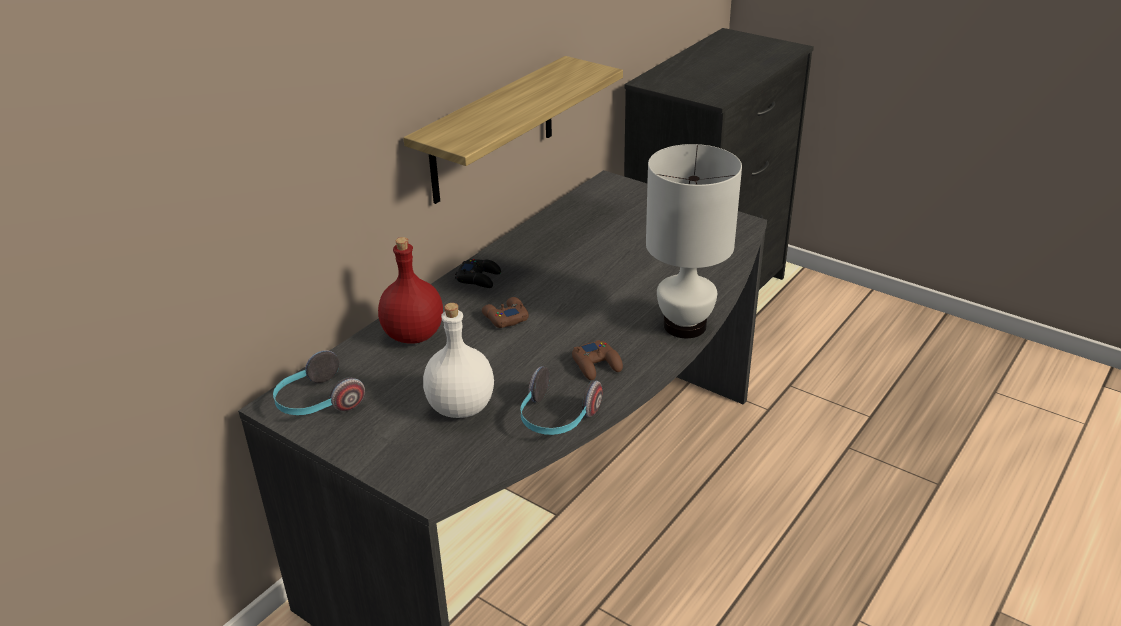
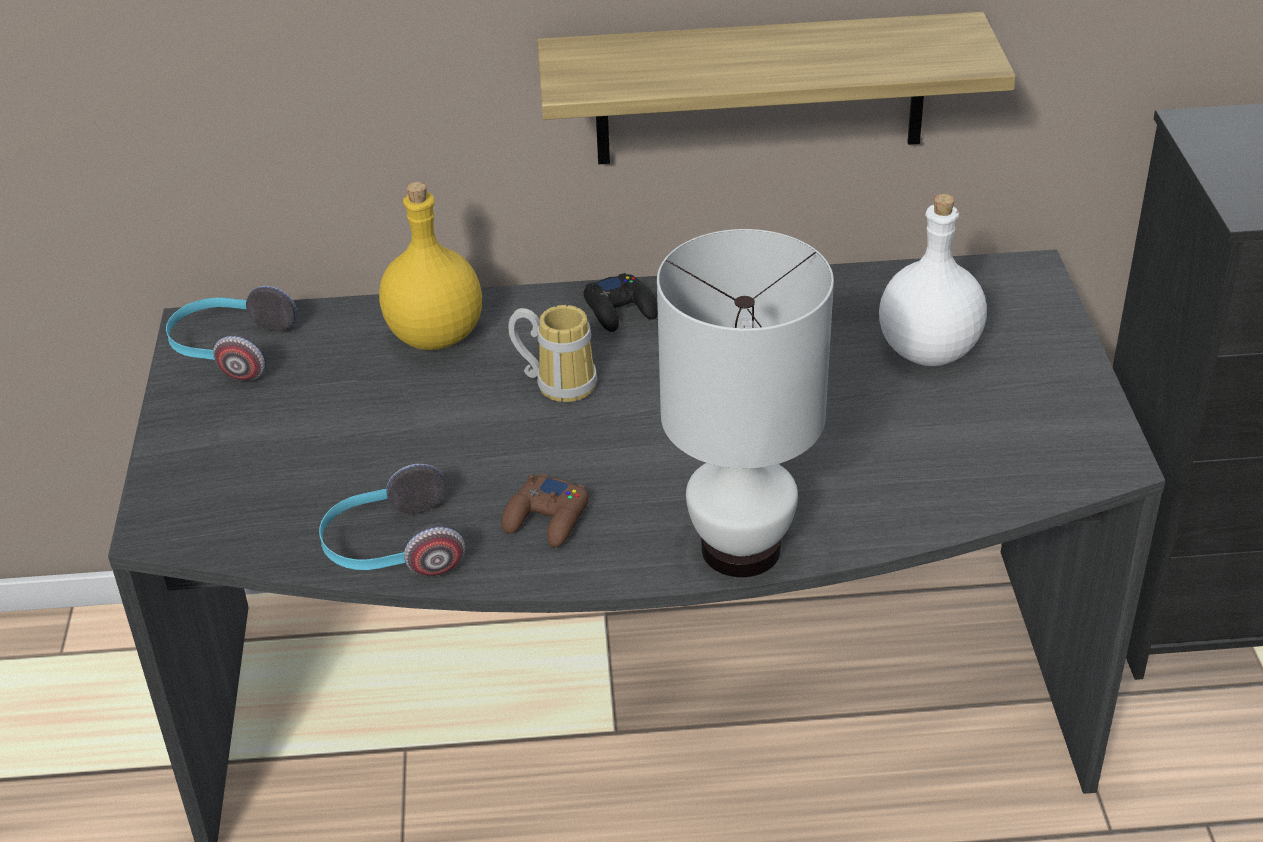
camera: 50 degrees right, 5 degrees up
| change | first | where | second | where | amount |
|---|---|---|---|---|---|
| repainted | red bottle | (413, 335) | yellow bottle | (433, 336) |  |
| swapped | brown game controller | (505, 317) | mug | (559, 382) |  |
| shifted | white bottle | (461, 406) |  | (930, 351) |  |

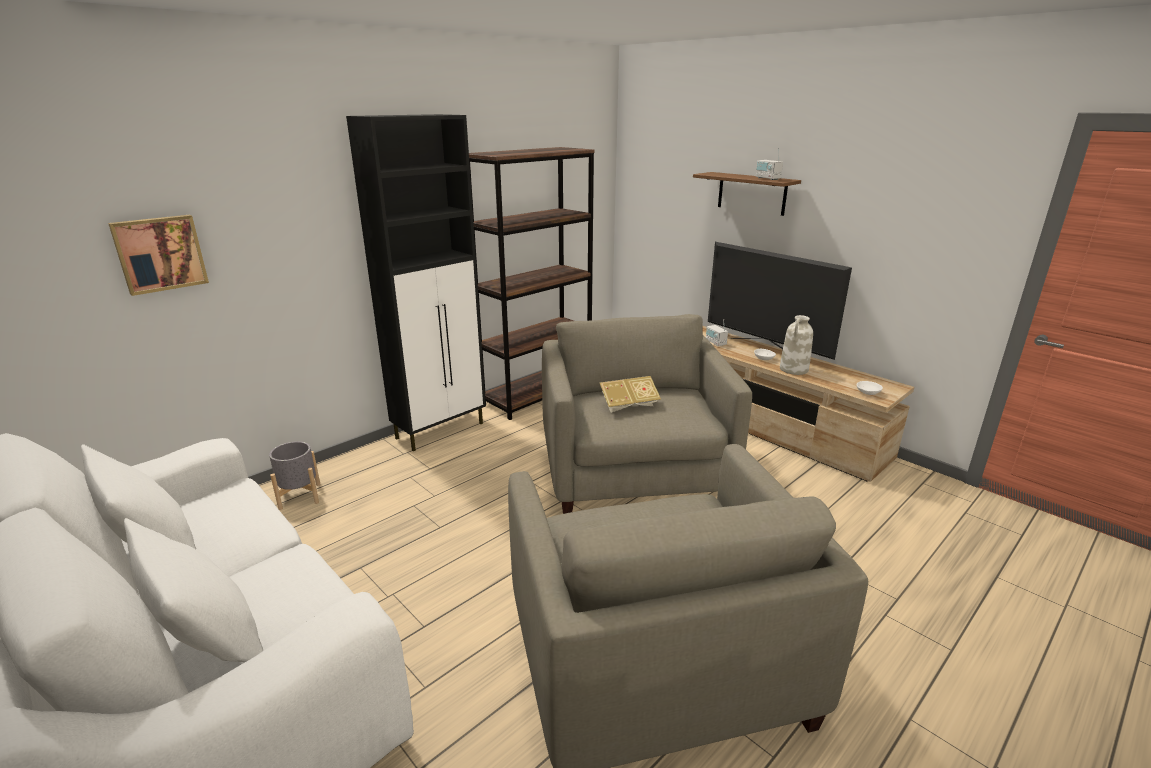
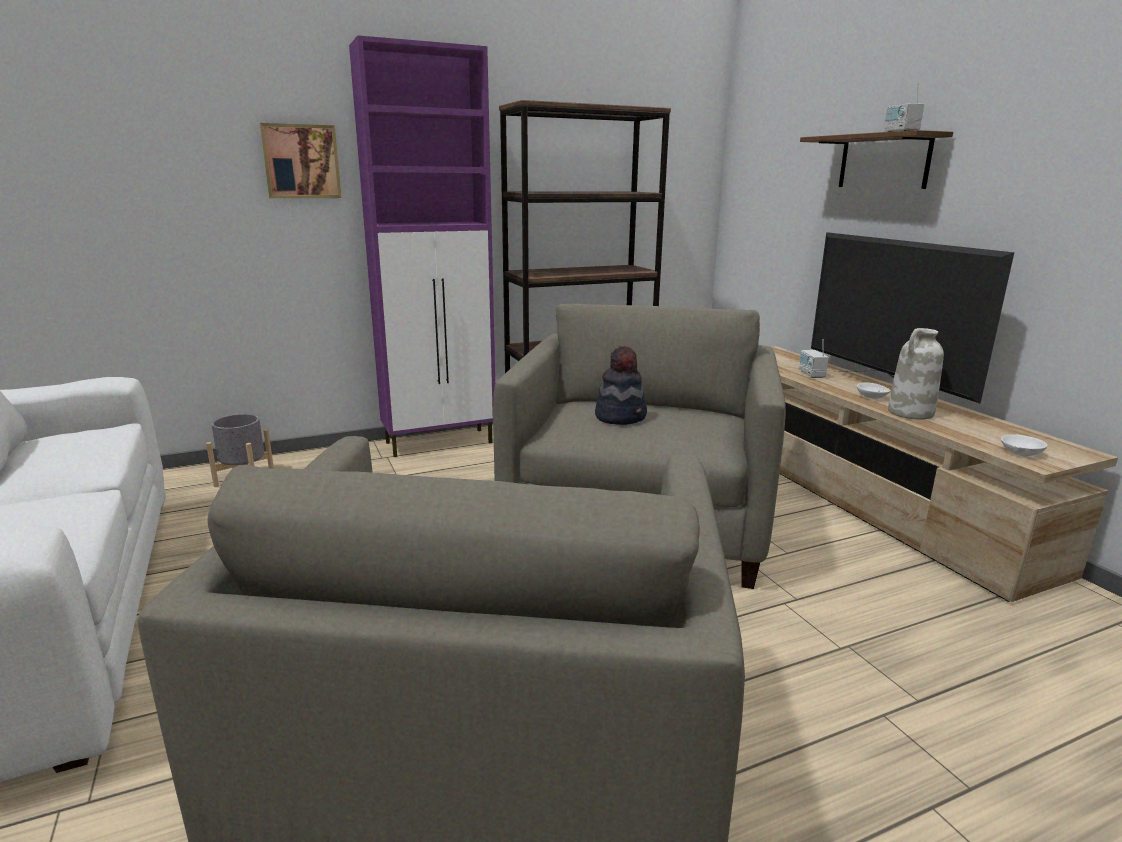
camera: 20 degrees right, 5 degrees down
| change | first | where | second | where | amount |
|---|---|---|---|---|---|
| repainted | black cabinet | (441, 430) | purple cabinet | (441, 442) |  |
| shifted | picture | (160, 253) |  | (301, 161) |  |
| swapped | book | (628, 405) | hat | (621, 416) |  |

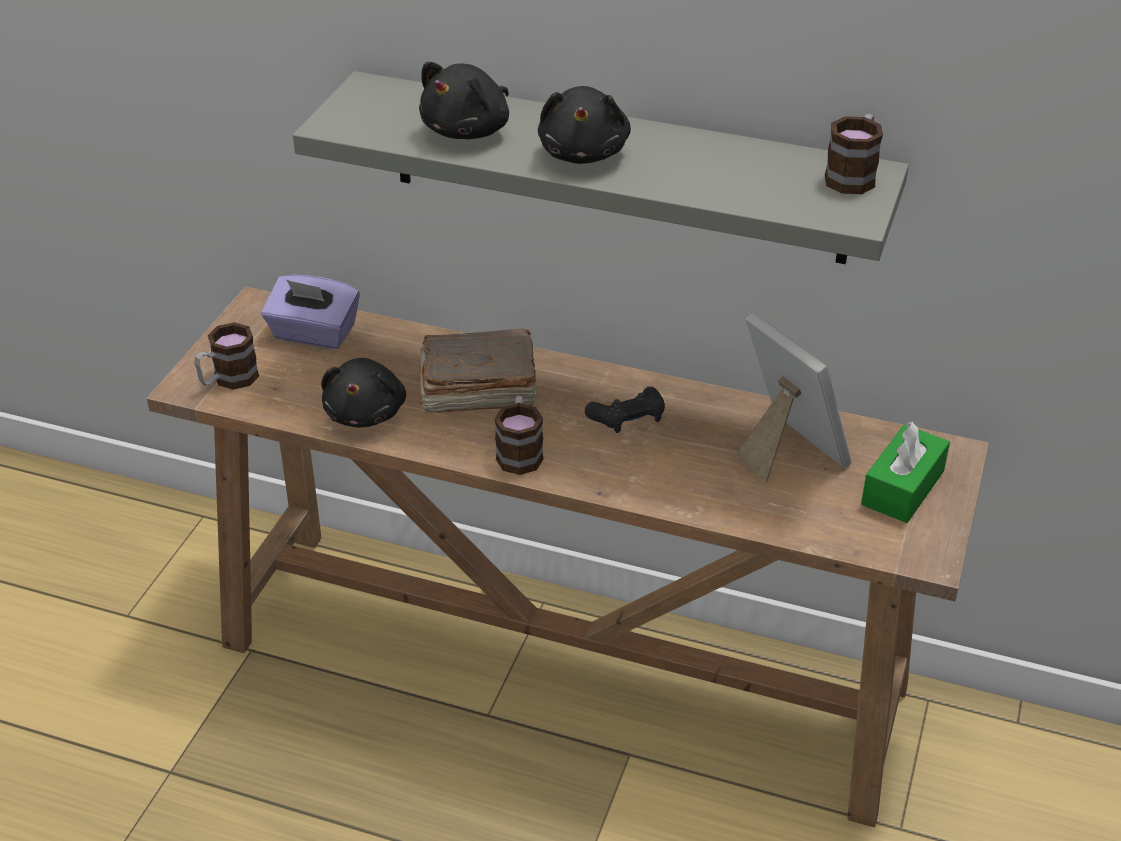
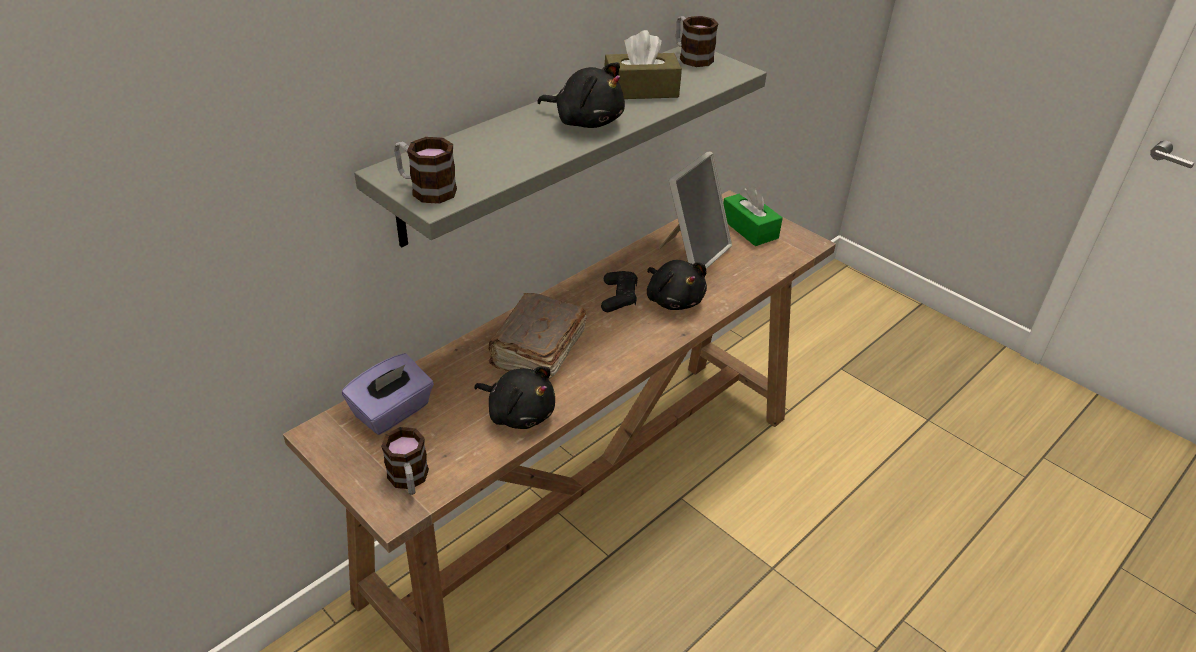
camera: 65 degrees left, 0 degrees up
| change | first | where | second | where | amount |
|---|---|---|---|---|---|
| shifted | black plush toy | (469, 130) |  | (673, 299) |  |
| rotated | picture frame | (785, 451) |  | (692, 253) | 135 degrees clockwise |
| shifted | mug | (519, 452) |  | (426, 189) |  |
| new |  |  | brown tissue box | (641, 90) |  |

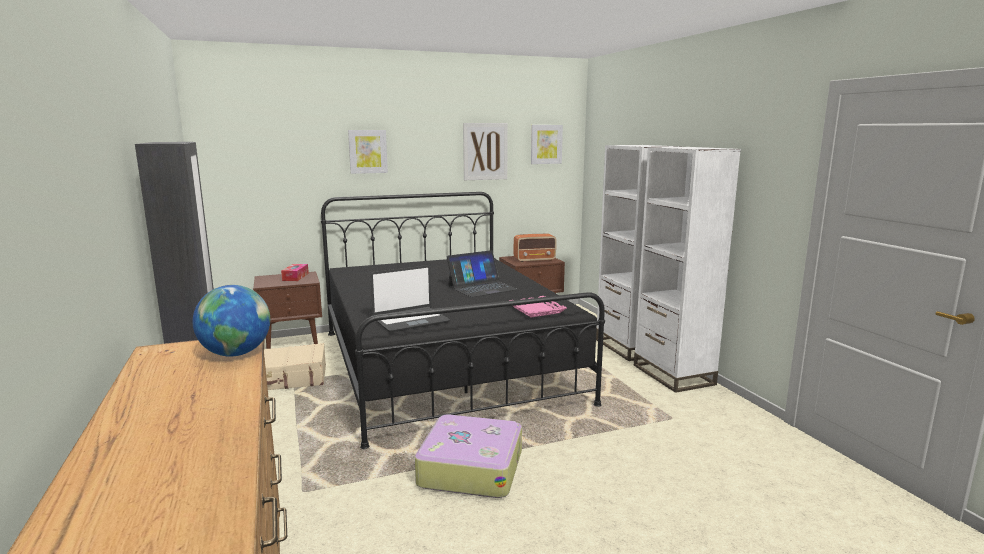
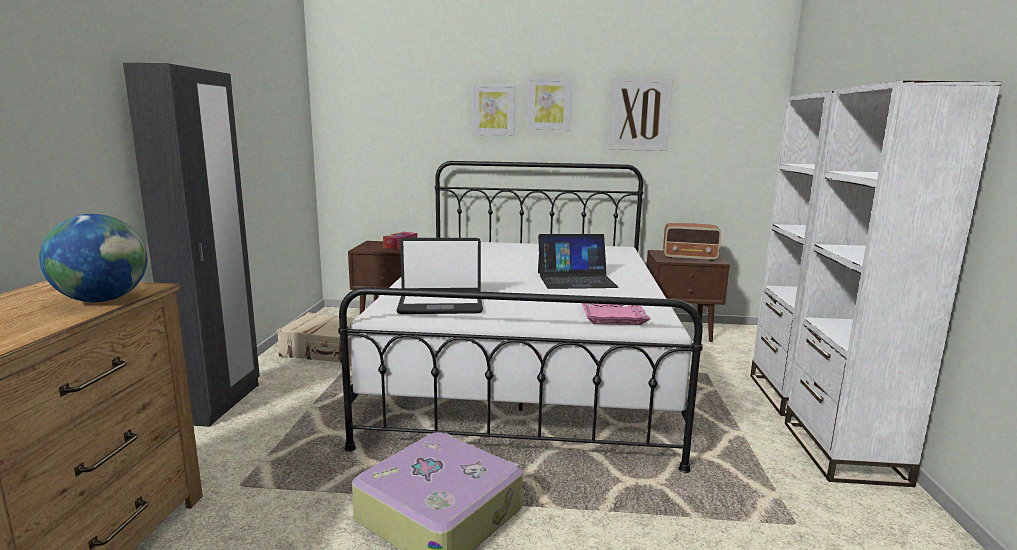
camera: 25 degrees right, 0 degrees up
| change | first | where | second | where | amount |
|---|---|---|---|---|---|
| shifted | picture | (546, 144) |  | (549, 104) |  |
| repainted | black bed | (444, 364) | white bed | (526, 370) |  |

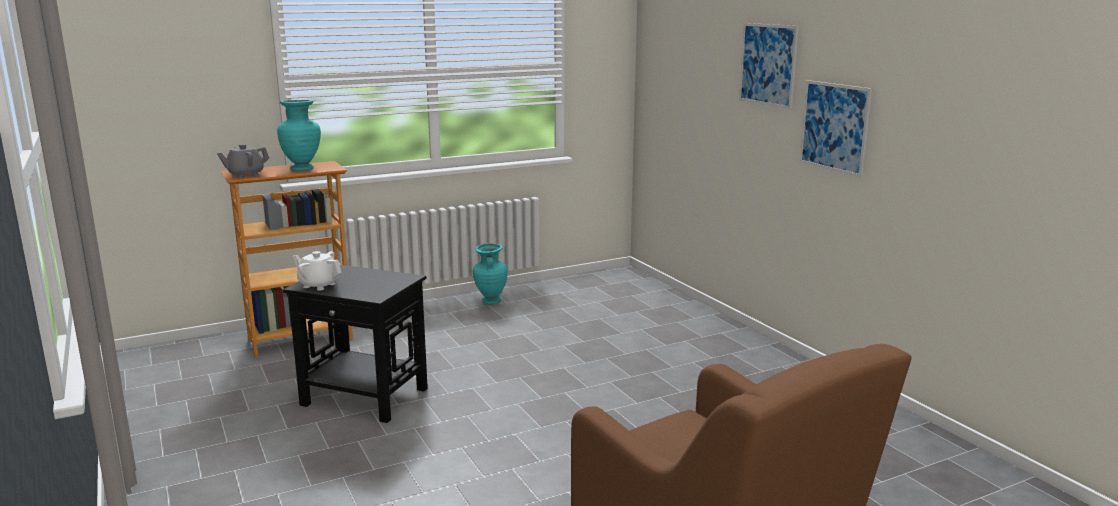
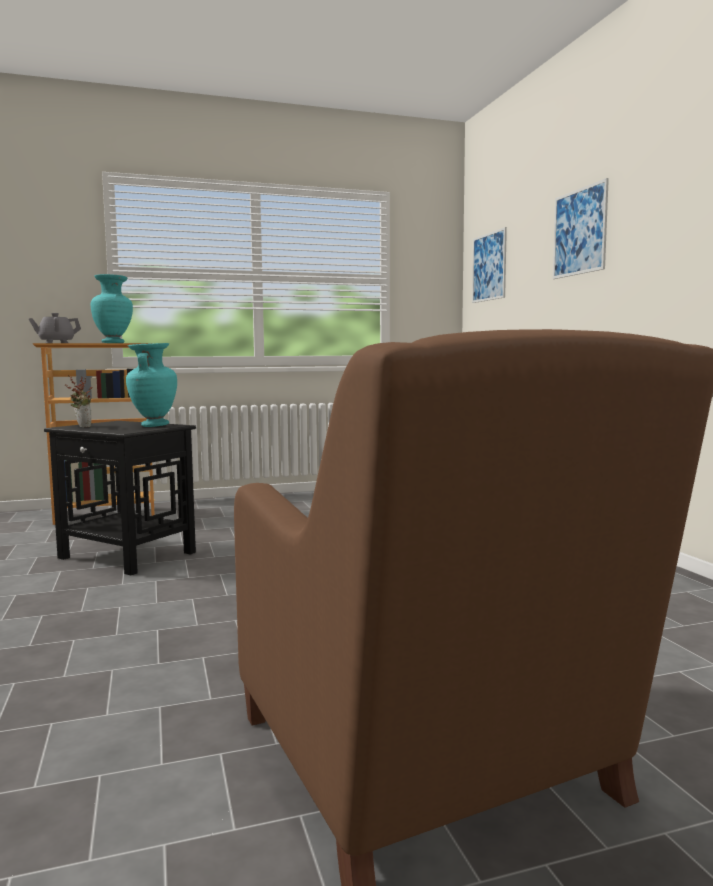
camera: 10 degrees right, 10 degrees down
| change | first | where | second | where | amount |
|---|---|---|---|---|---|
| shifted | picture | (834, 127) |  | (489, 267) |  |
| shifted | turquoise vase | (490, 301) |  | (153, 425) |  |
| swapped | white teapot | (319, 285) | potted plant | (81, 427) |  |

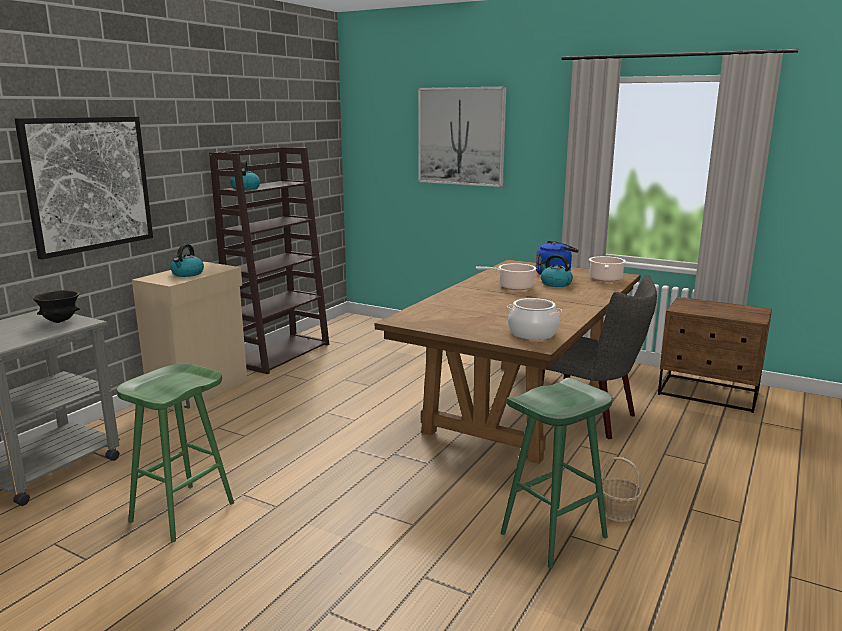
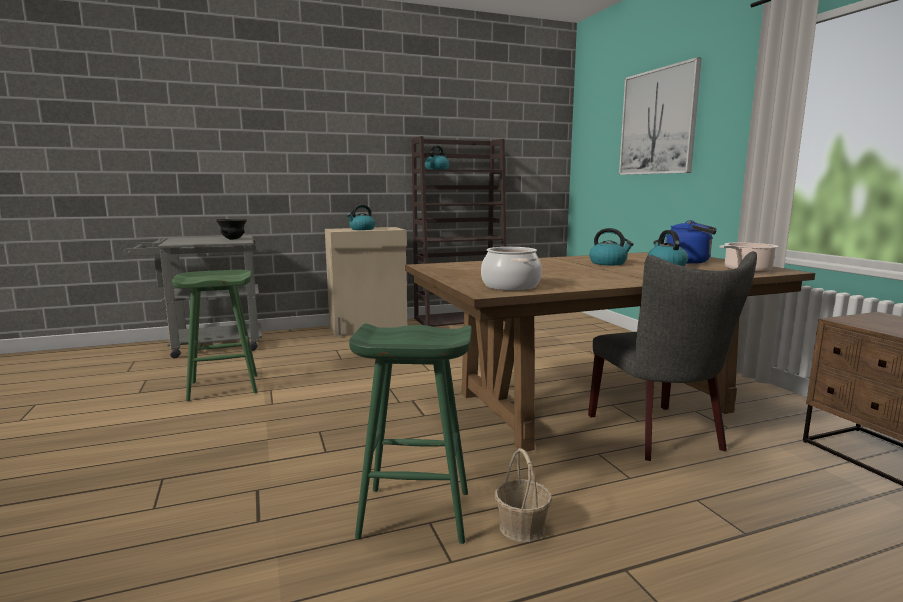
camera: 40 degrees right, 5 degrees down
| change | first | where | second | where | amount |
|---|---|---|---|---|---|
| gone | picture | (88, 184) |  |  |  |
| swapped | cooking pot | (513, 287) | kettle | (608, 263) |  |

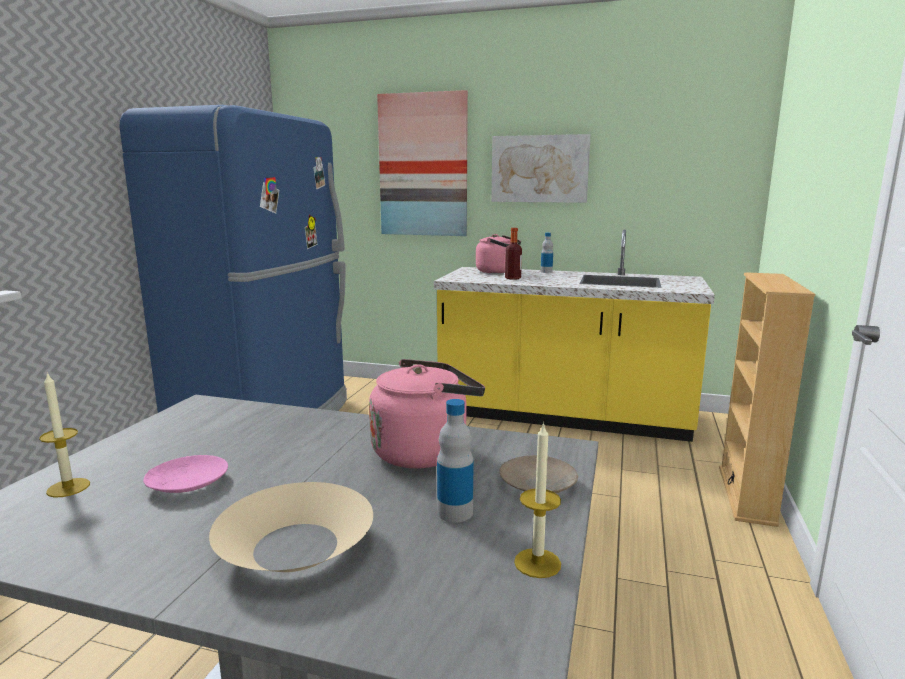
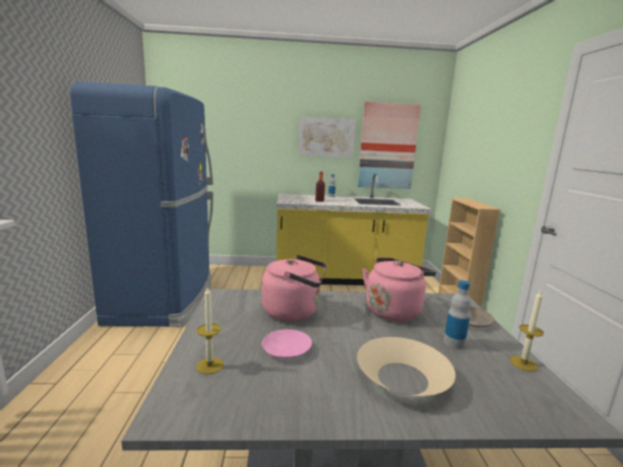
camera: 20 degrees left, 0 degrees up
| change | first | where | second | where | amount |
|---|---|---|---|---|---|
| shifted | picture | (423, 165) |  | (387, 146) |  |
| shifted | pink kettle | (497, 271) |  | (294, 311) |  |

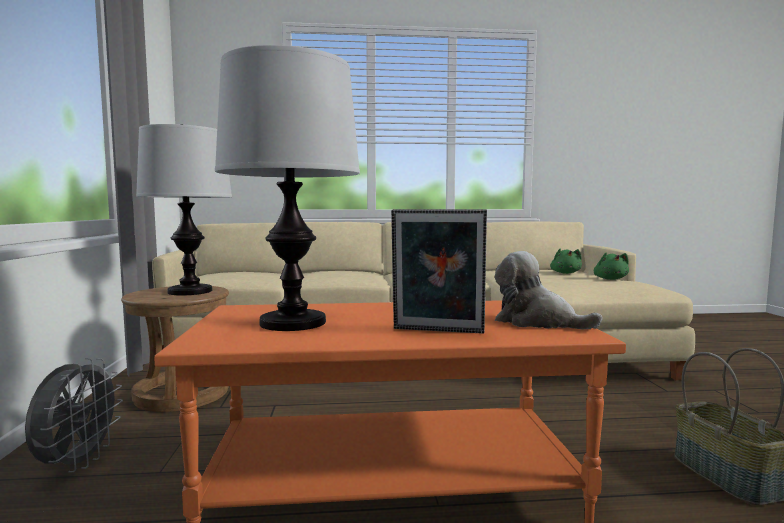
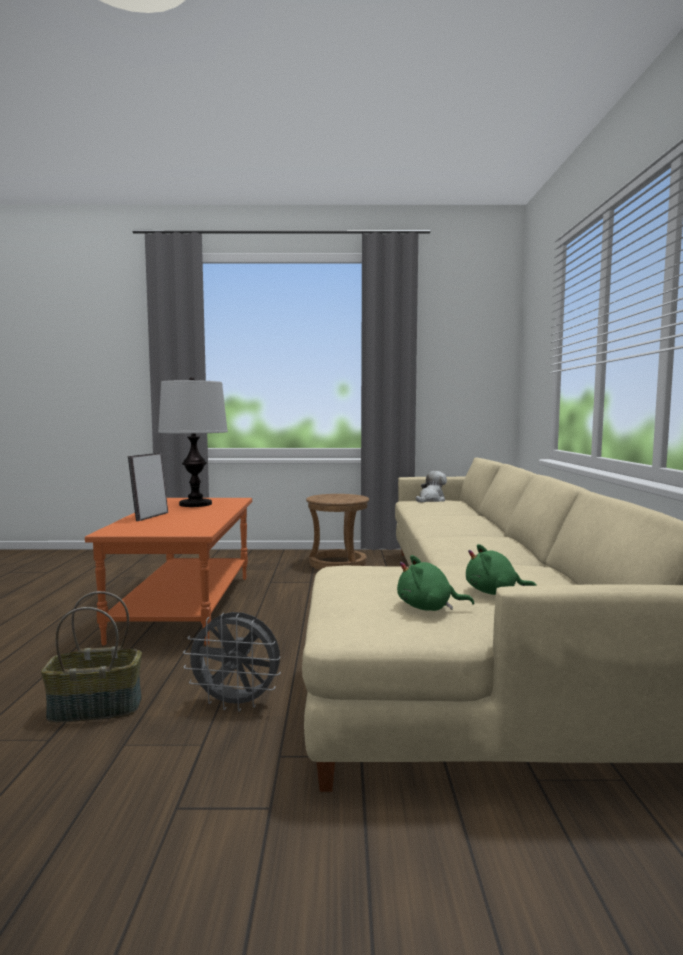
camera: 95 degrees right, 0 degrees up
| change | first | where | second | where | amount |
|---|---|---|---|---|---|
| gone | table lamp | (189, 291) |  |  |  |
| shifted | plush toy | (537, 322) |  | (431, 500) |  |
| shifted | grey fan | (77, 463) |  | (237, 703) |  |

